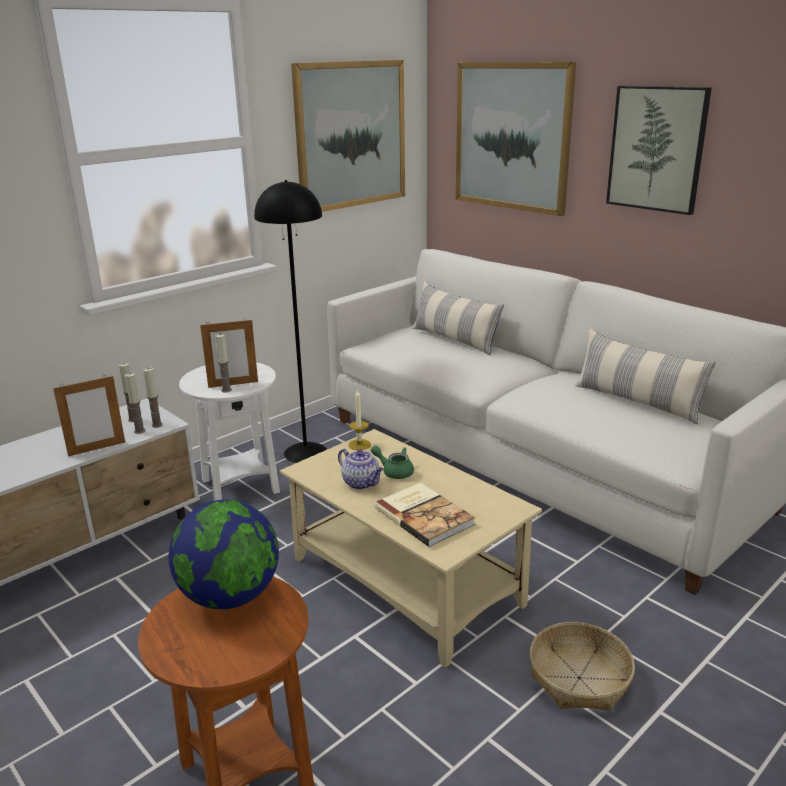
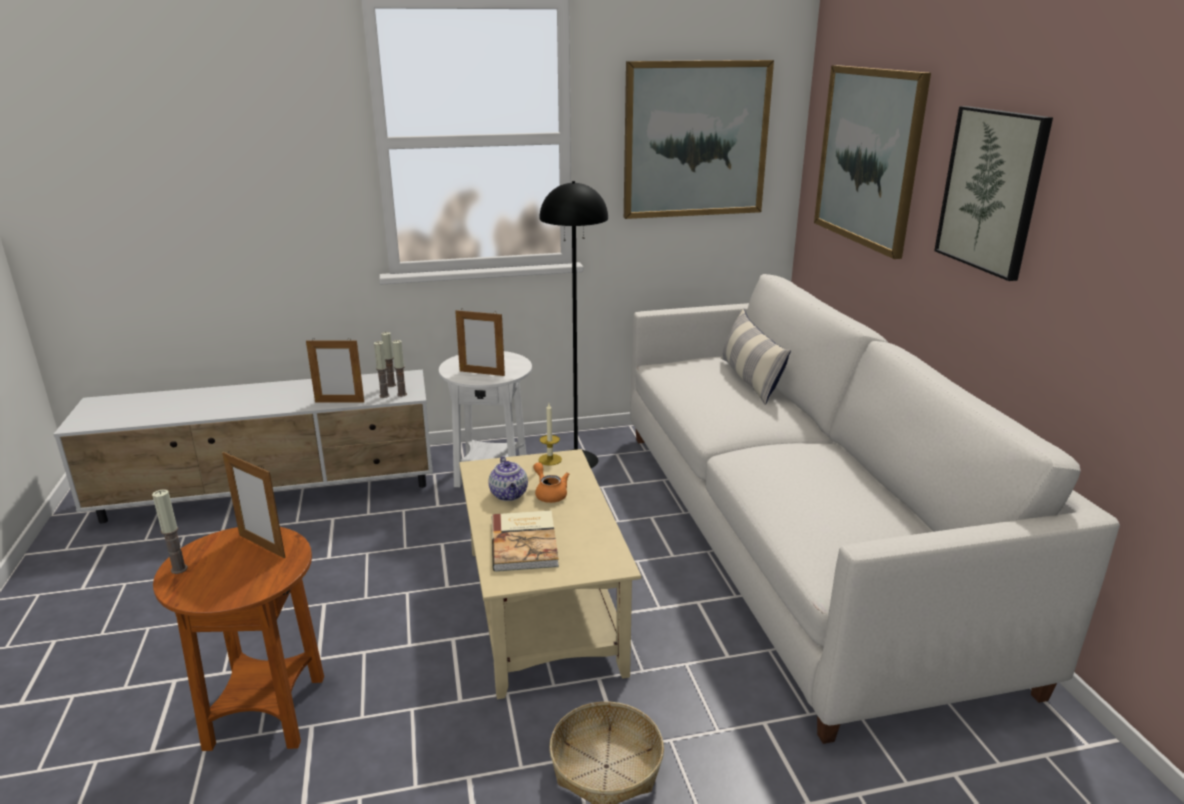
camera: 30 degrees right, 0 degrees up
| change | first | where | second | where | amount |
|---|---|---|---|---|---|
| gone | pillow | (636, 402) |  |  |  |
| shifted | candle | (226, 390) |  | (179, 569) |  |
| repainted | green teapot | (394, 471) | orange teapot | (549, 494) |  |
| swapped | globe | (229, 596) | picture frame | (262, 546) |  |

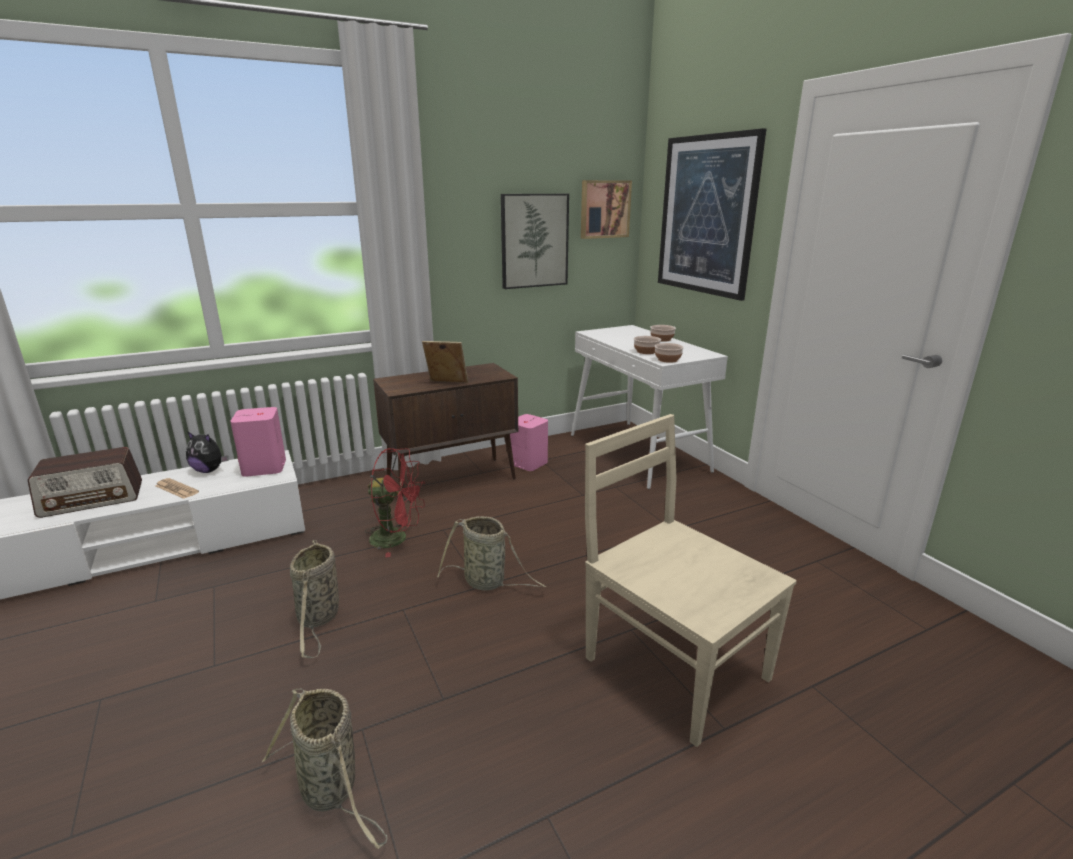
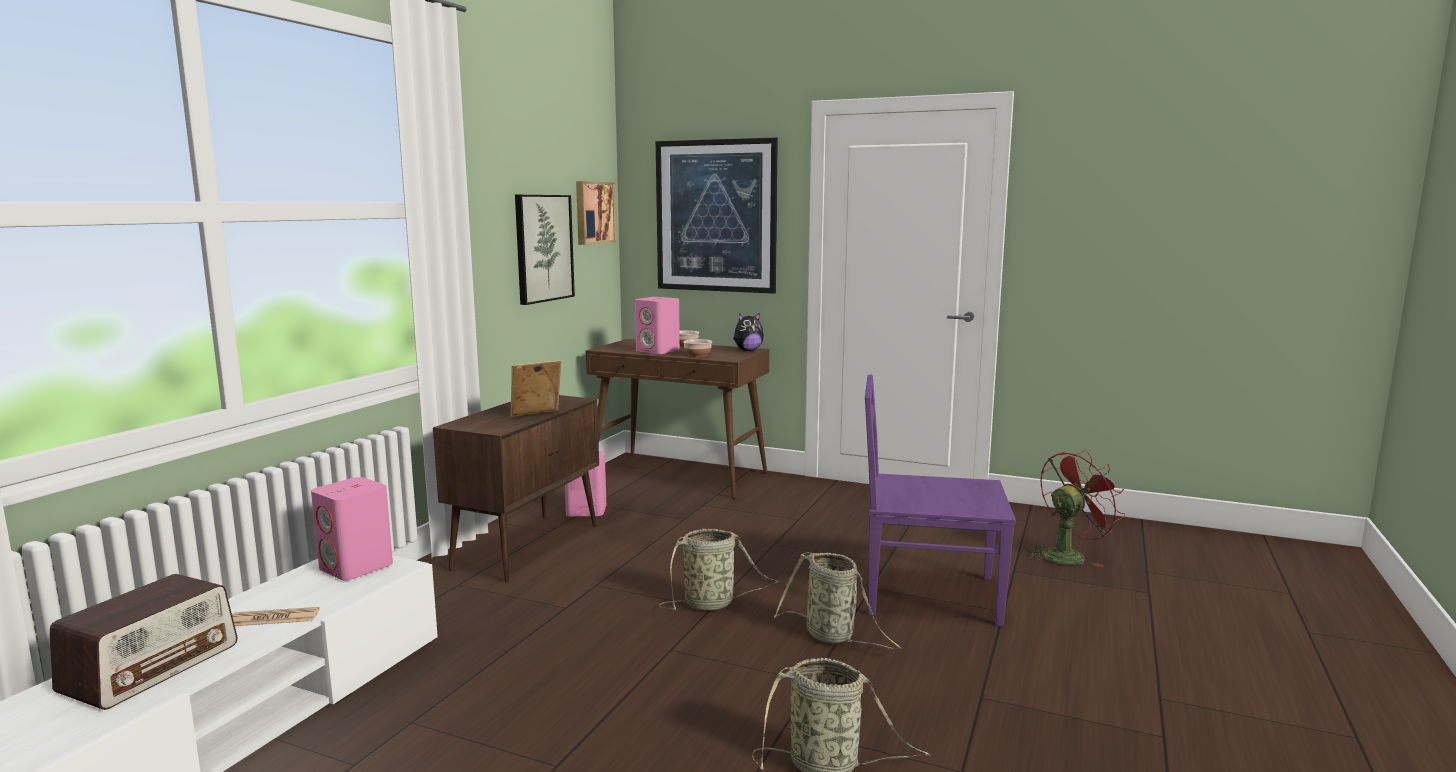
camera: 40 degrees left, 10 degrees down
| change | first | where | second | where | amount |
|---|---|---|---|---|---|
| repainted | white console table | (638, 453) | brown console table | (680, 475) |  |
| gone | bowl | (667, 360) |  |  |  |
| repainted | beige chair | (672, 665) | purple chair | (927, 594) |  |
| shifted | plush toy | (209, 470) |  | (748, 350) |  |
| shifted | red fan | (397, 539) |  | (1068, 555) |  |
| shifted | basket | (319, 619) |  | (833, 636) |  |
| new |  |  | pink speaker | (658, 351) |  |

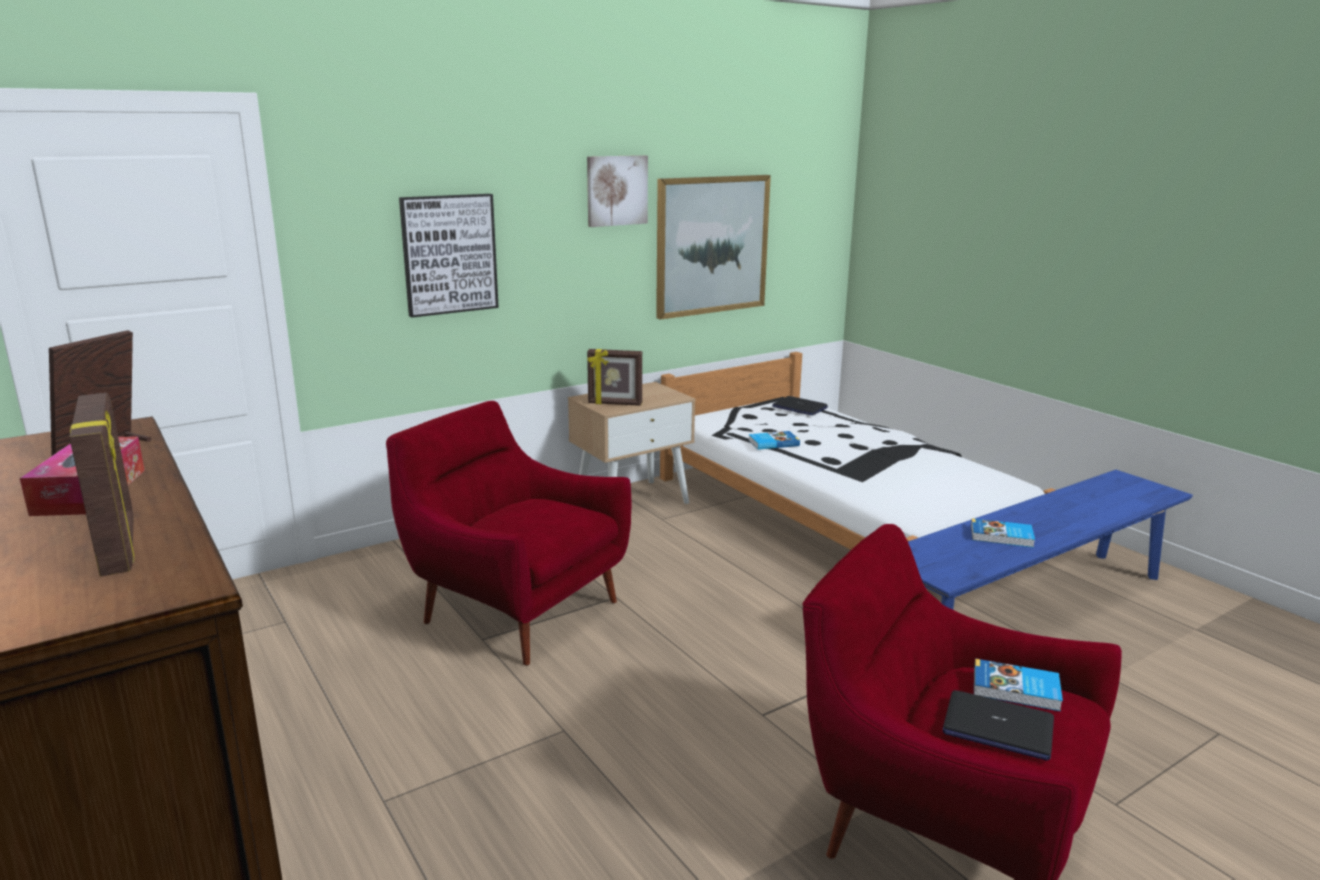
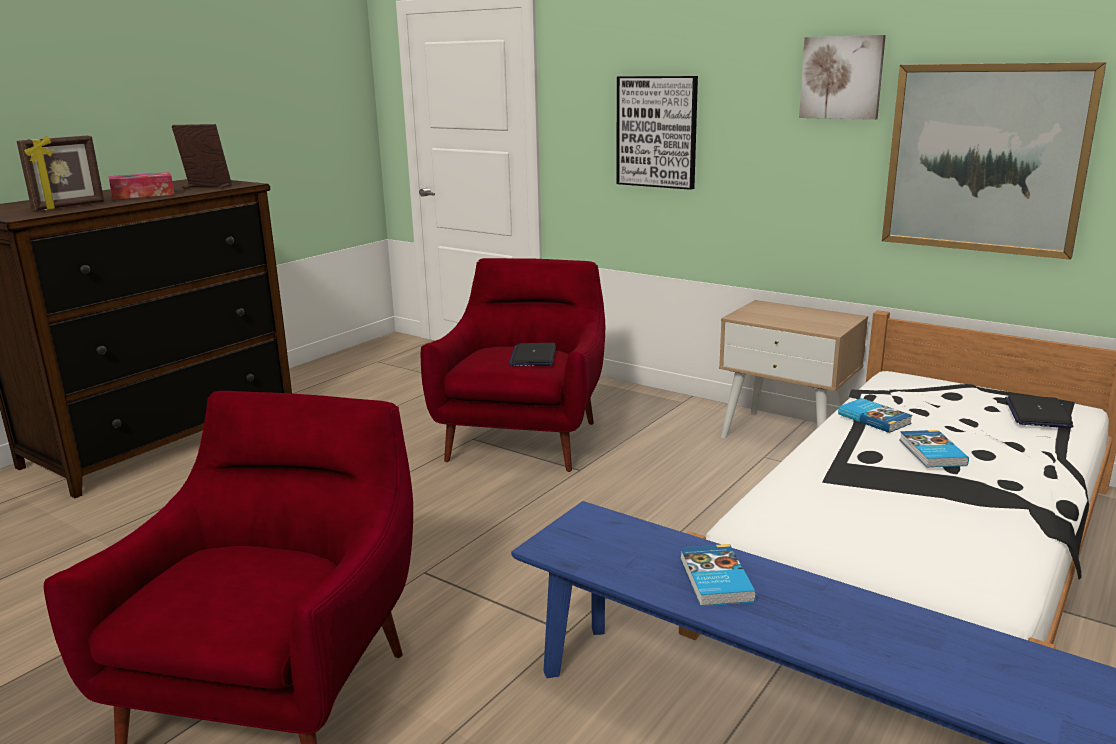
camera: 70 degrees right, 0 degrees up
| change | first | where | second | where | amount |
|---|---|---|---|---|---|
| gone | picture frame | (615, 404) |  |  |  |
| shifted | book | (1016, 690) |  | (931, 453) |  |
| shifted | laptop | (997, 727) |  | (533, 356) |  |

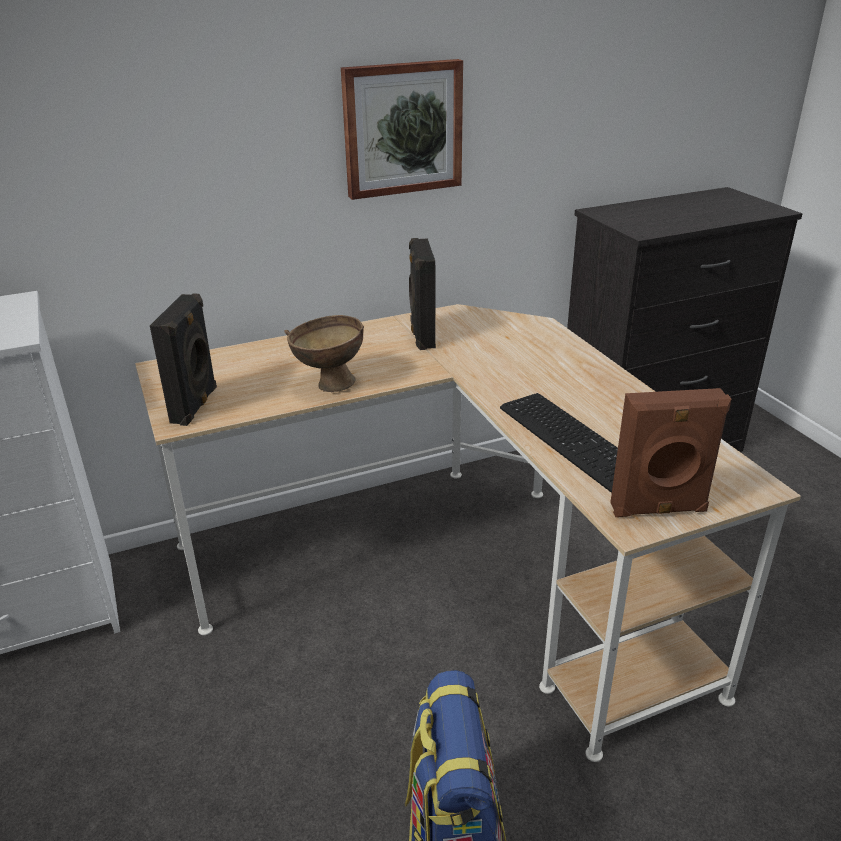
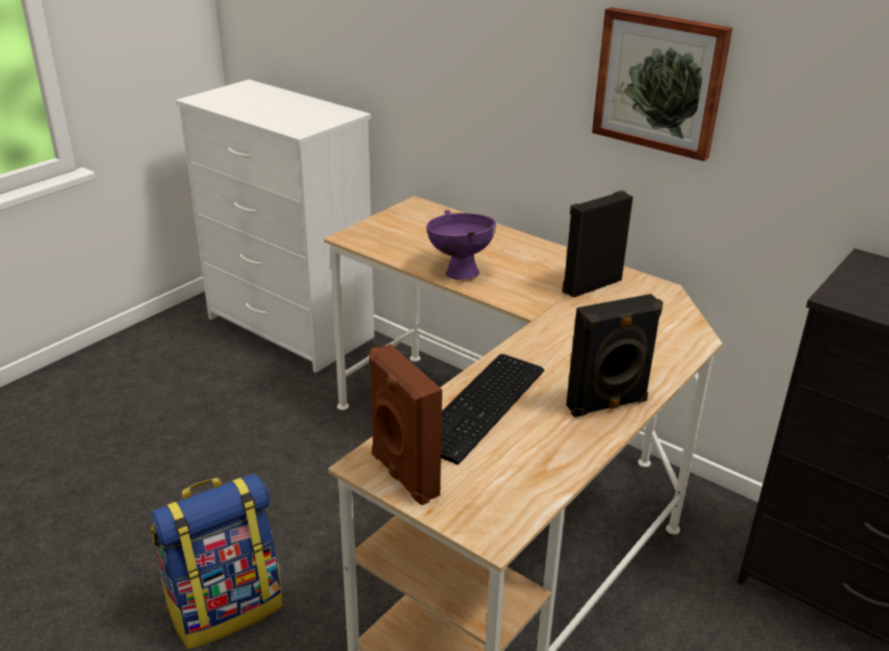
camera: 60 degrees right, 0 degrees up
| change | first | where | second | where | amount |
|---|---|---|---|---|---|
| shifted | black speaker | (196, 405) |  | (608, 405) |  |
| repainted | brown bowl | (328, 384) | purple bowl | (459, 271) |  |

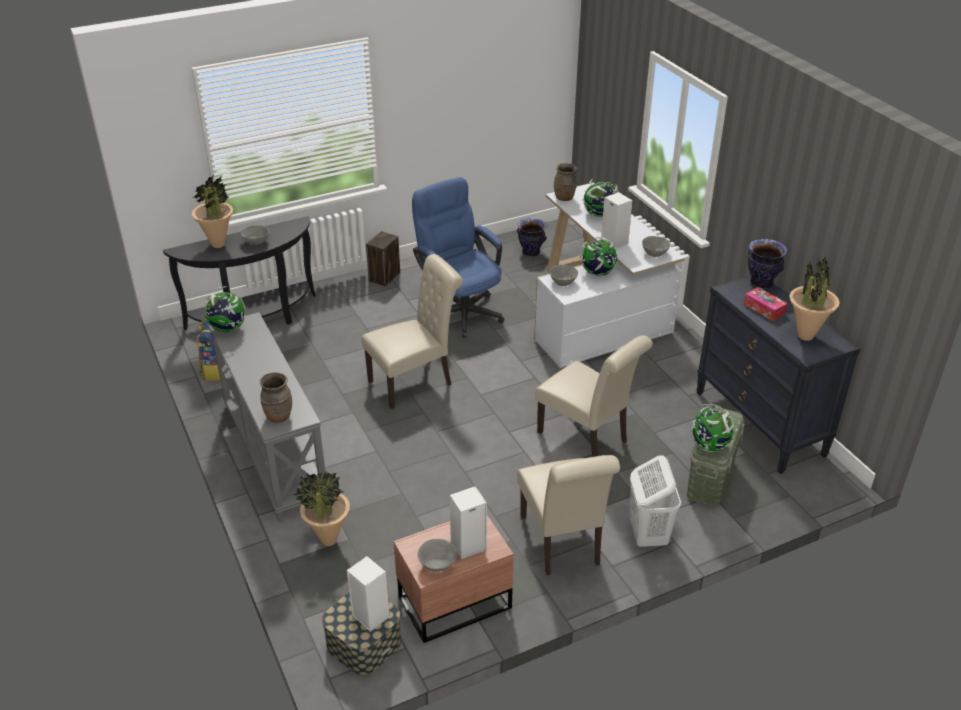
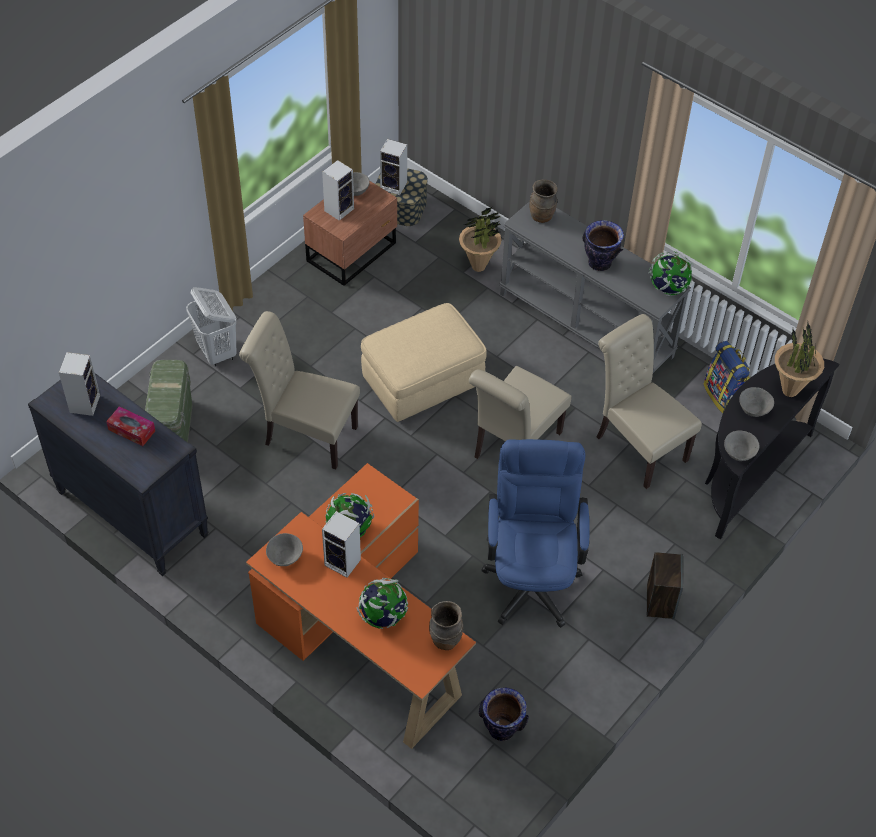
camera: 155 degrees right, 15 degrees up
| change | first | where | second | where | amount |
|---|---|---|---|---|---|
| rotated | blue office chair | (460, 309) |  | (532, 576) | 120 degrees counterclockwise |
| repainted | white desk | (598, 312) | orange desk | (361, 633) |  |
| shifted | vase | (761, 283) |  | (599, 263) |  |
| swapped | potted plant | (805, 336) | speaker | (84, 403) |  |
| shifted | grey bowl | (563, 282) |  | (738, 453) |  |
| gone | globe | (709, 445) |  |  |  |
| shifted | beige chair | (562, 544) |  | (637, 445) |  |
| new |  |  | beige ottoman | (423, 382) |  |

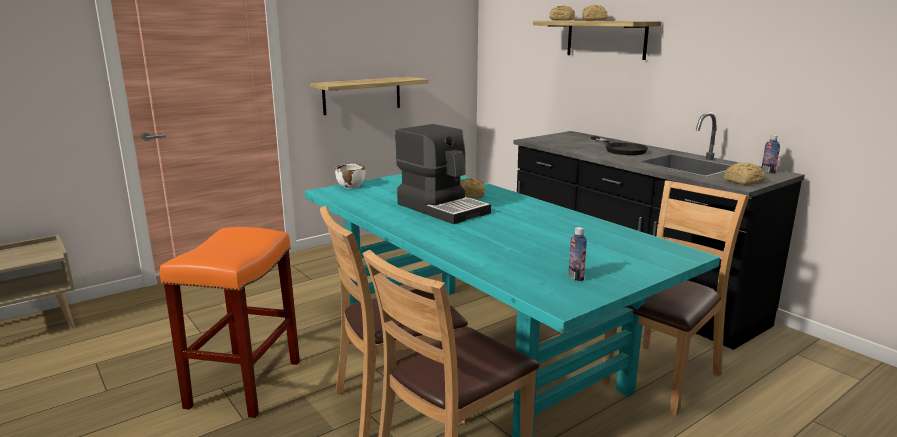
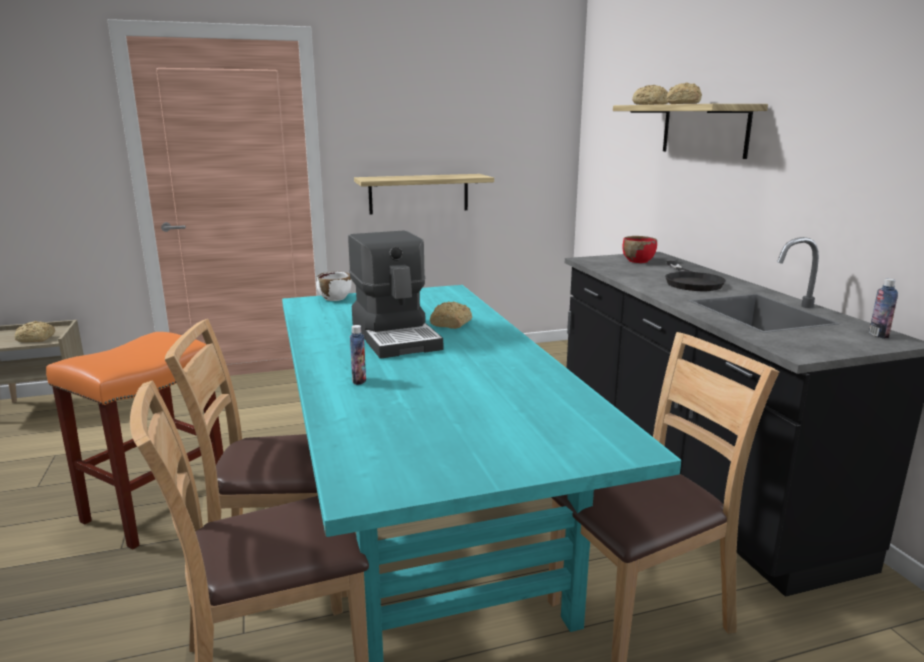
camera: 20 degrees right, 0 degrees up
| change | first | where | second | where | amount |
|---|---|---|---|---|---|
| shifted | bread | (744, 181) |  | (37, 339) |  |
| shifted | bottle | (575, 277) |  | (359, 380) |  |
| new |  |  | red bowl | (637, 261) |  |

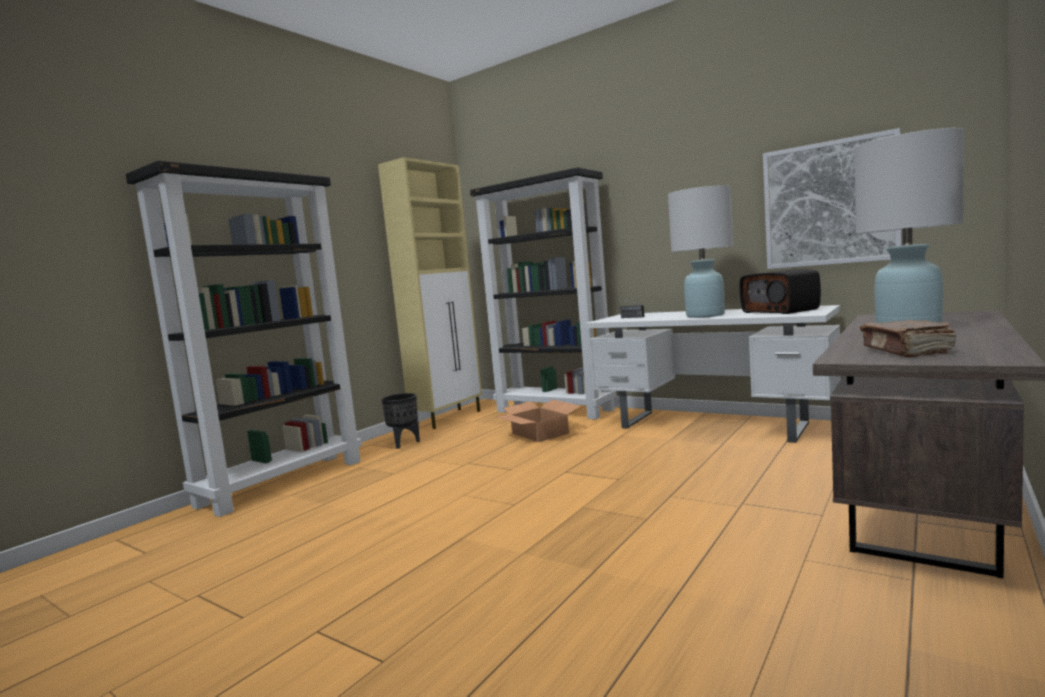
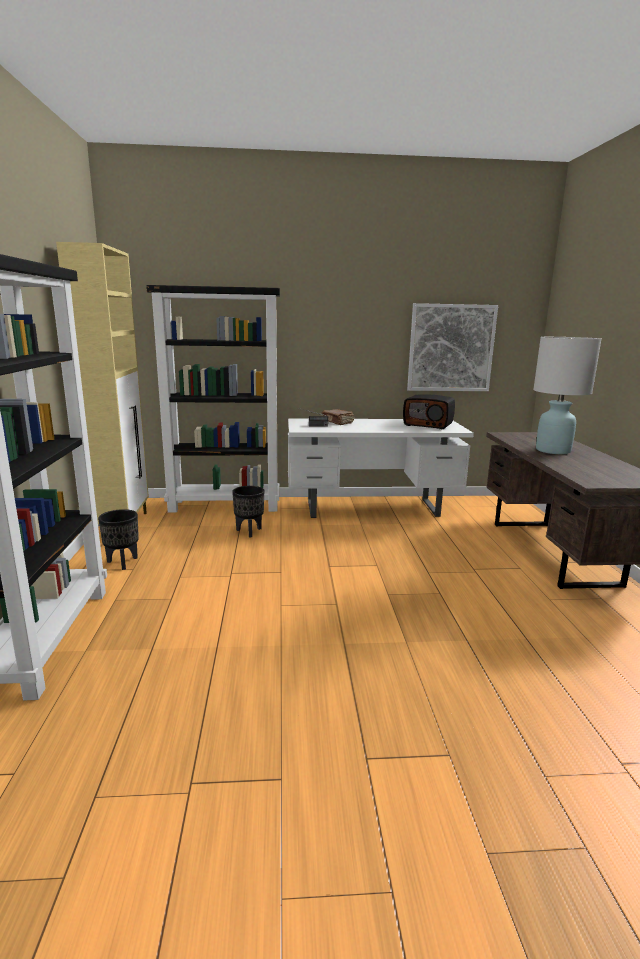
camera: 40 degrees left, 10 degrees up
| change | first | where | second | where | amount |
|---|---|---|---|---|---|
| gone | white table lamp | (705, 315) |  |  |  |
| shifted | brown book | (906, 351) |  | (338, 422) |  |
| swapped | cardboard box | (540, 433) | black planter | (249, 532) |  |

